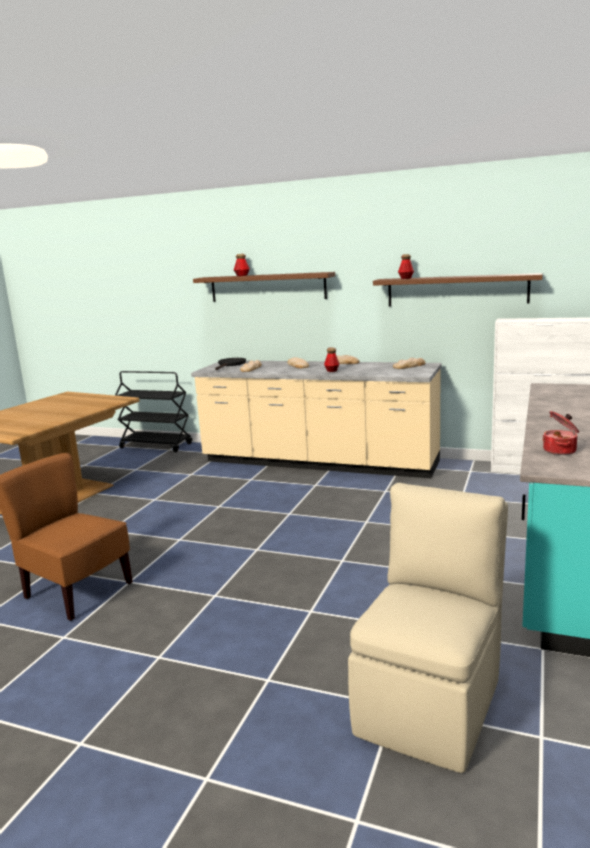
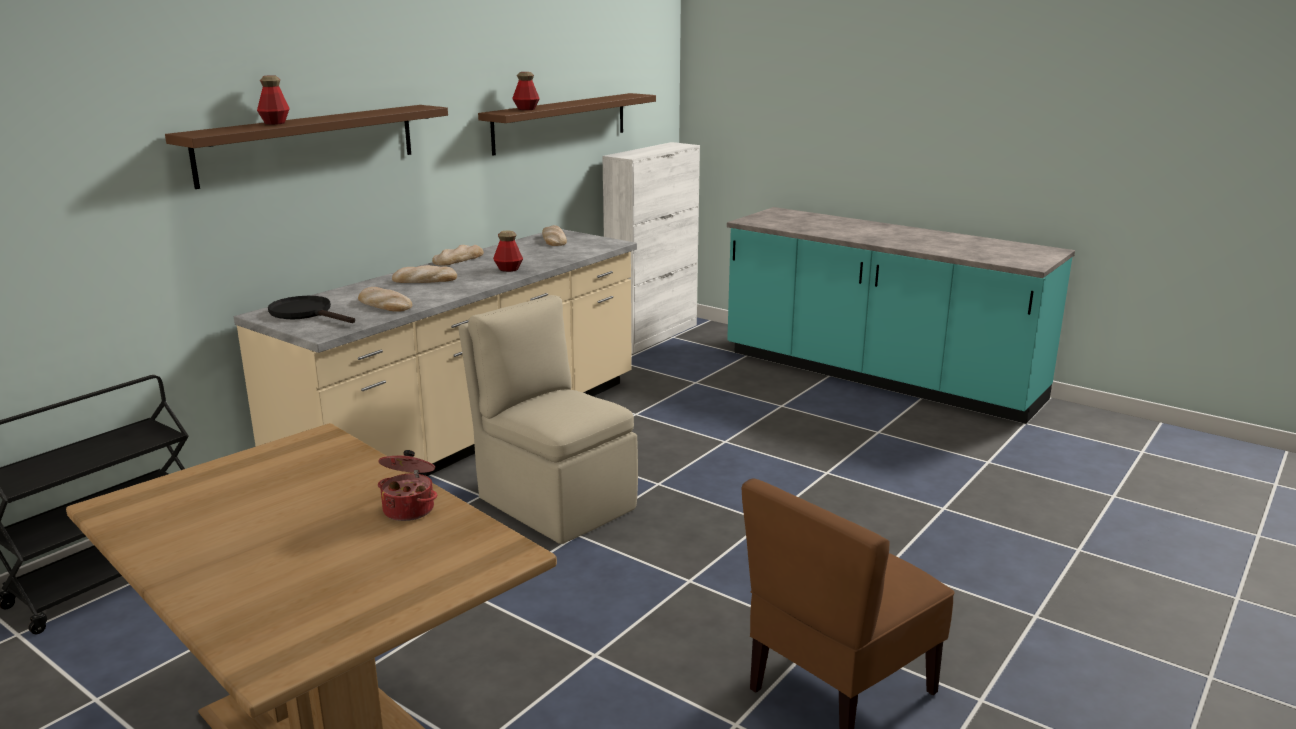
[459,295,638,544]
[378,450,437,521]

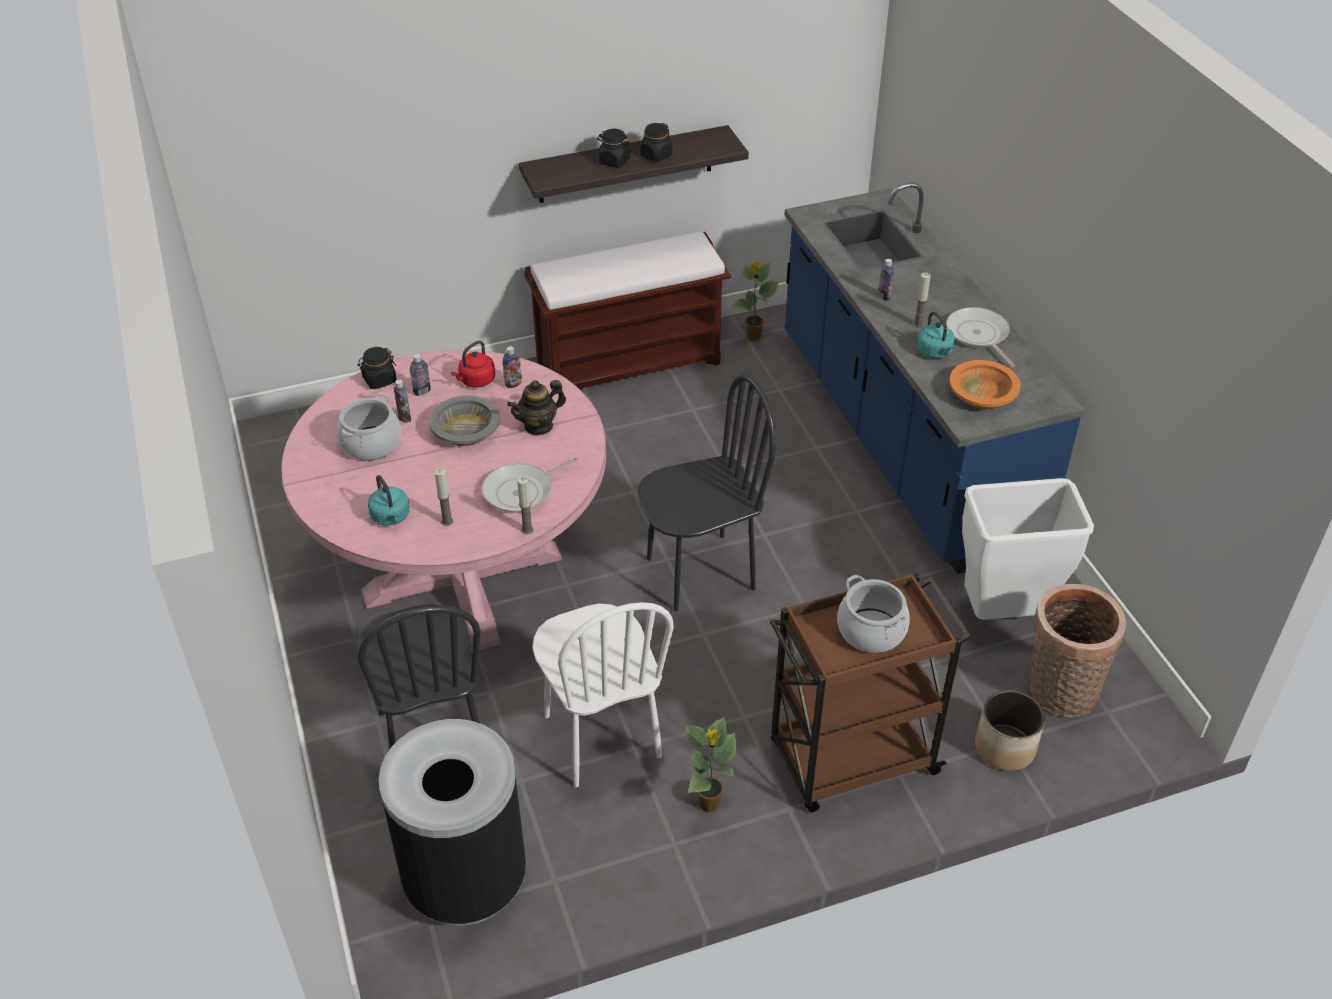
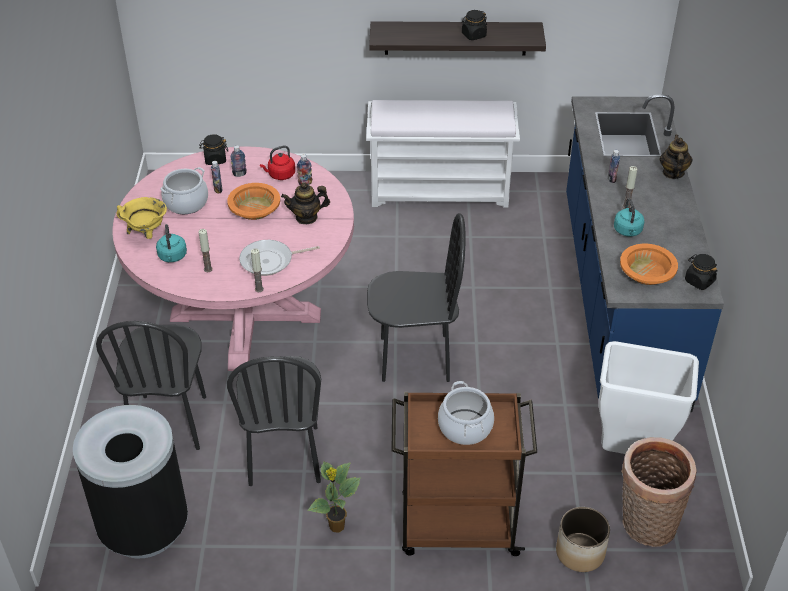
[227,183,280,220]
[366,100,520,208]
[227,356,321,486]
[685,254,718,290]
[732,262,779,341] (first image)
[946,307,1015,368] (first image)
[116,197,167,239]
[659,135,693,179]

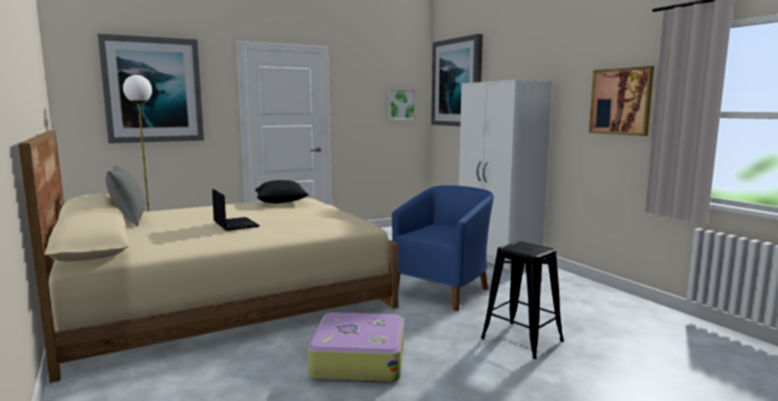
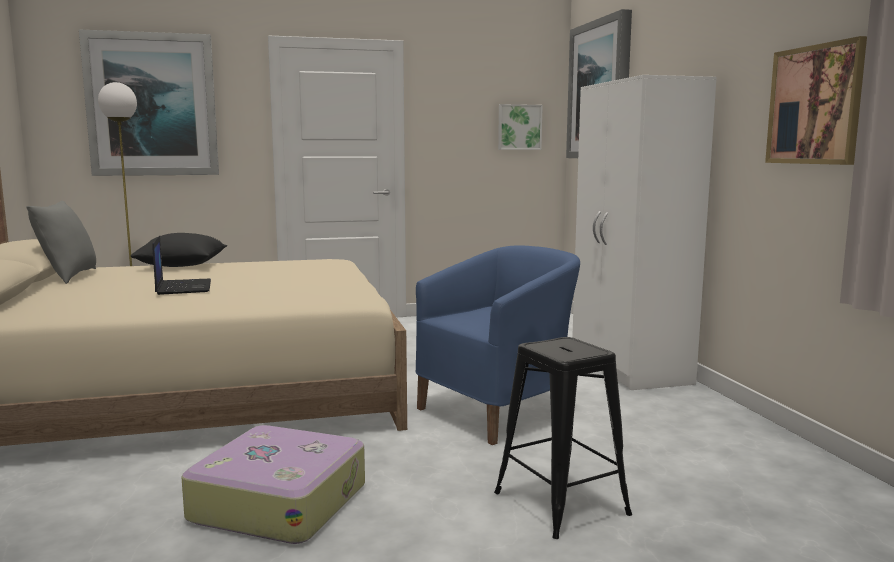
[131,233,227,267]

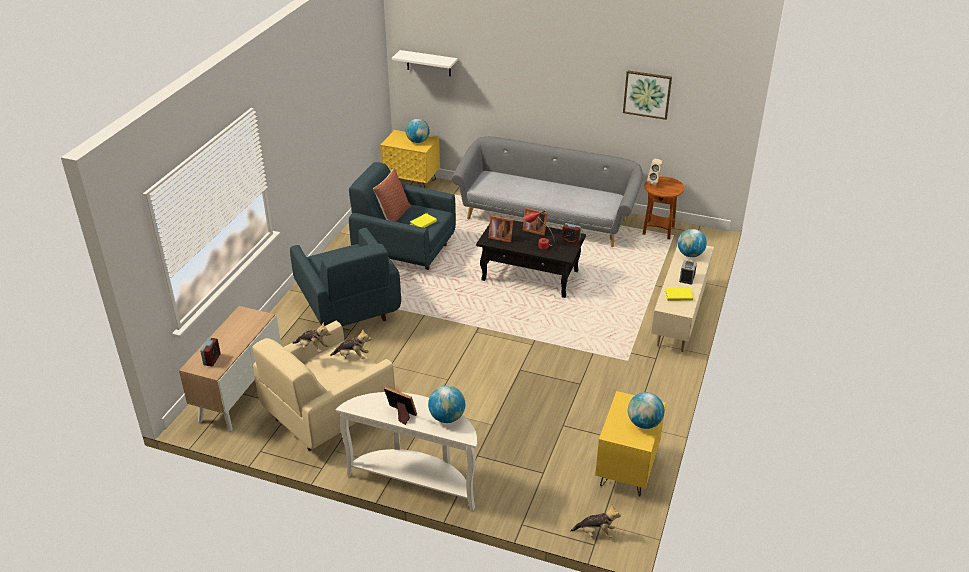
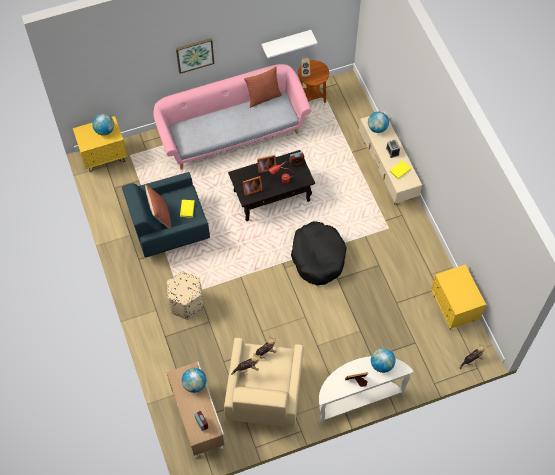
[167,271,203,320]
[262,30,318,58]
[153,64,311,170]
[176,38,214,74]
[182,368,206,393]
[244,67,282,108]
[291,221,347,285]

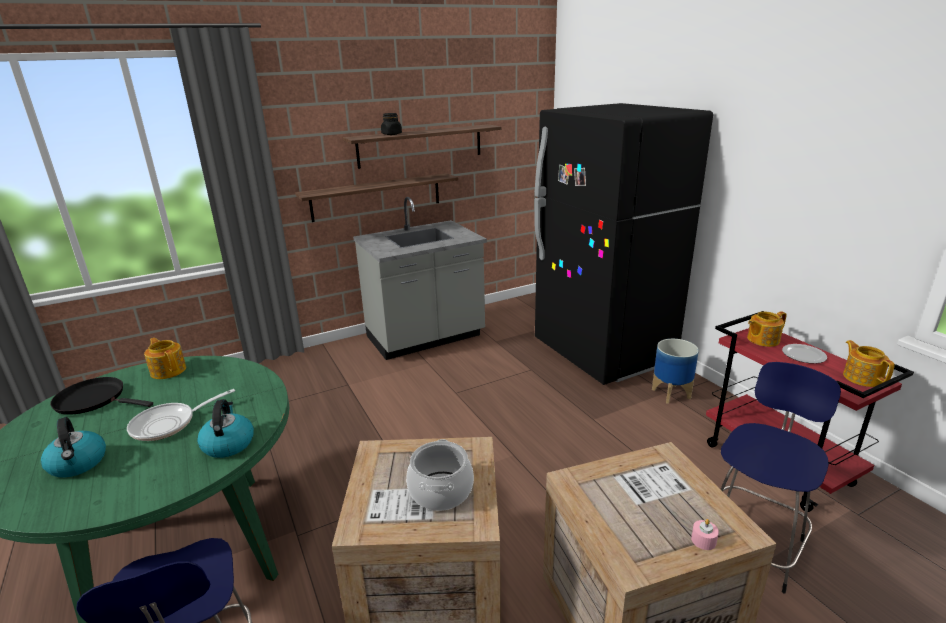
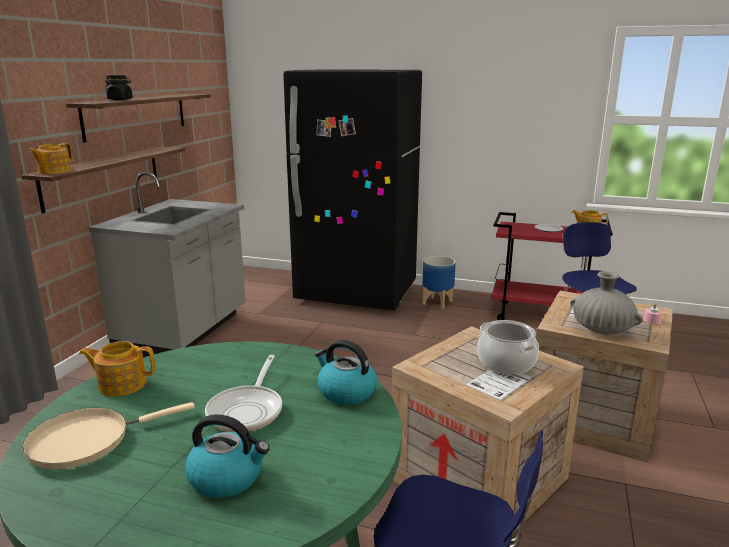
[22,402,195,469]
[29,143,72,174]
[570,271,643,334]

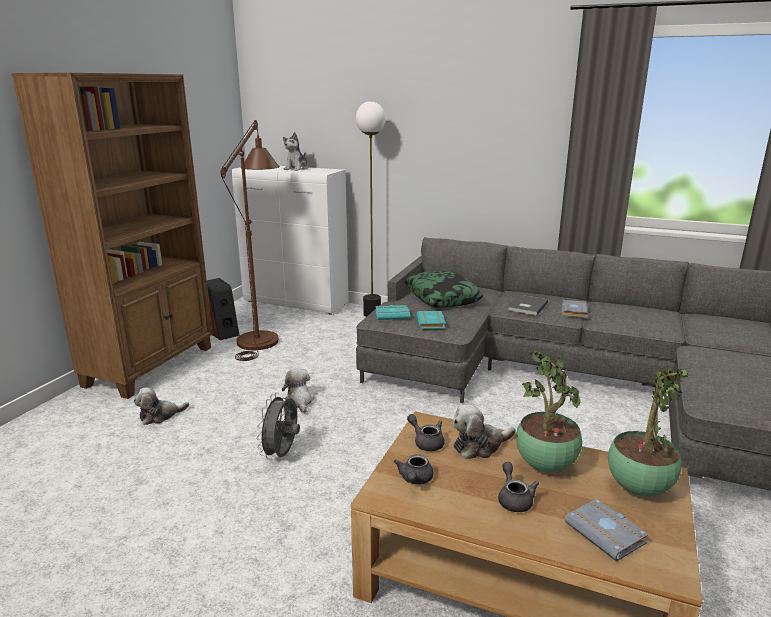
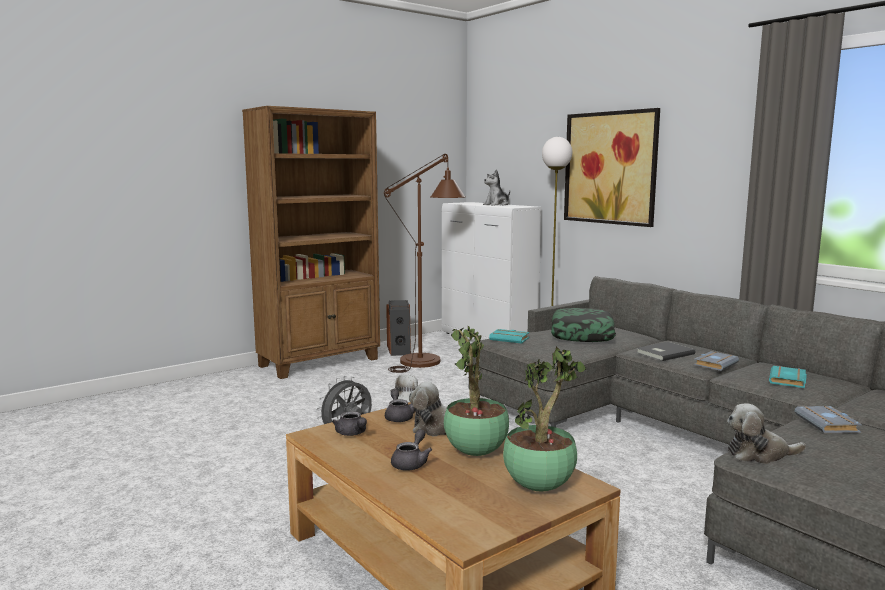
[727,403,806,464]
[332,411,367,436]
[769,366,807,388]
[795,406,862,433]
[564,108,660,227]

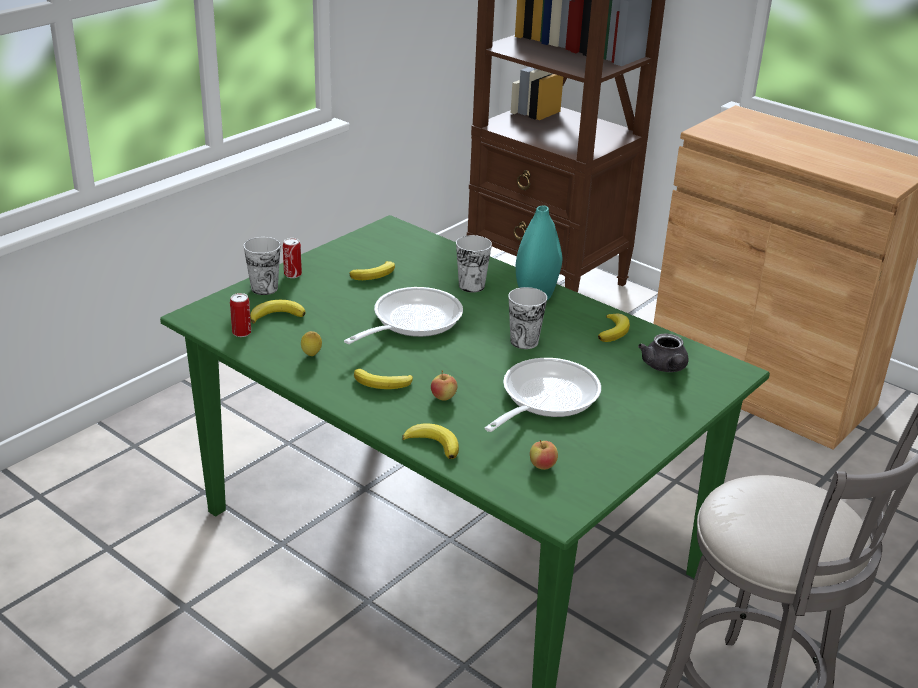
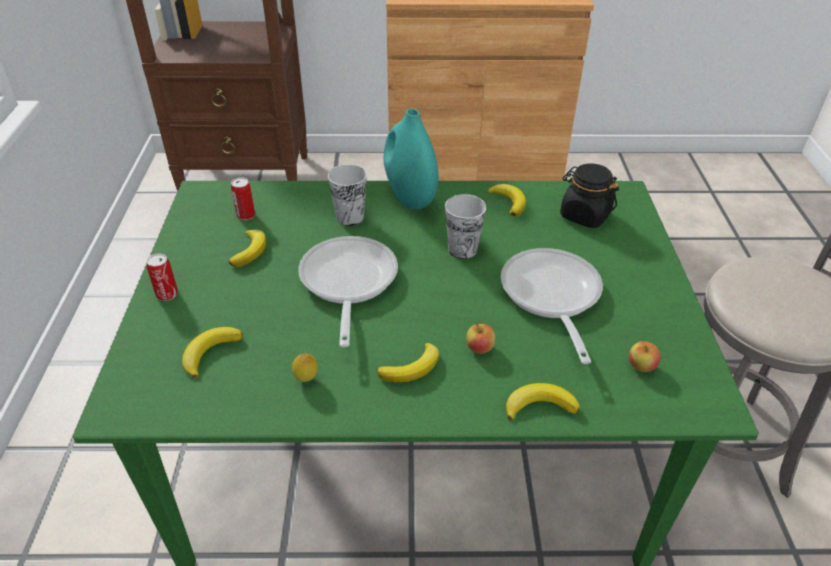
[231,177,255,220]
[244,237,281,295] (first image)
[560,163,619,228]

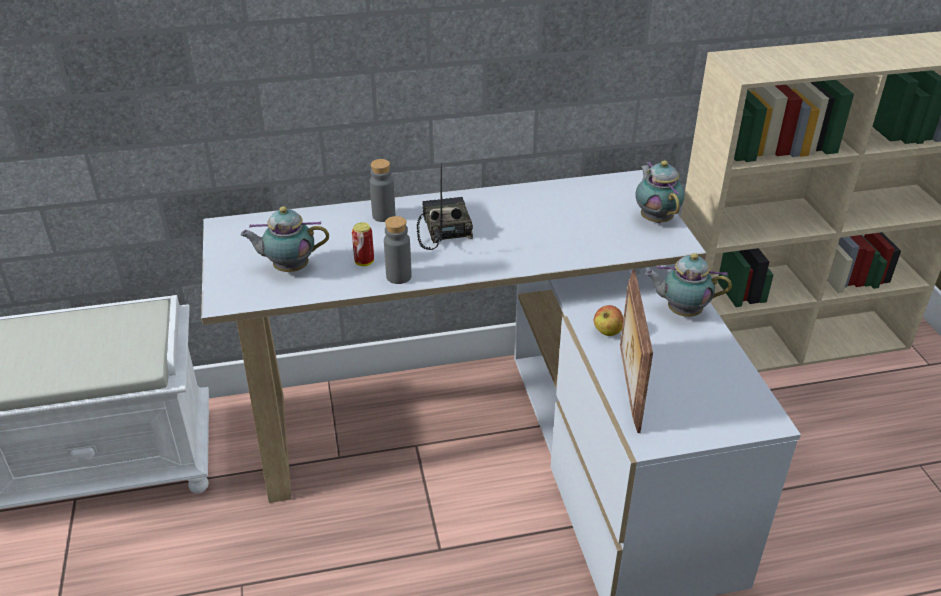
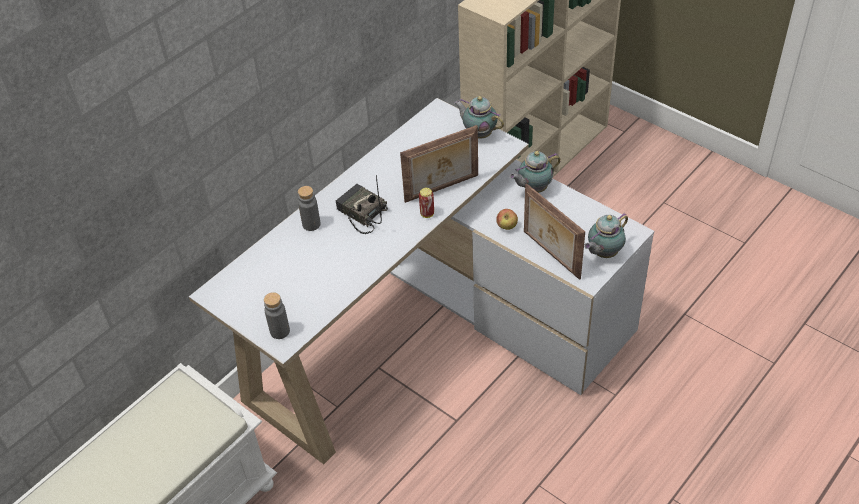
[584,213,628,258]
[419,188,434,218]
[264,292,290,339]
[400,125,478,203]

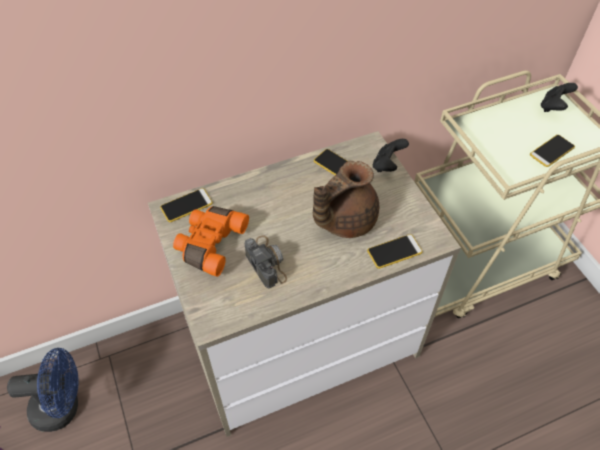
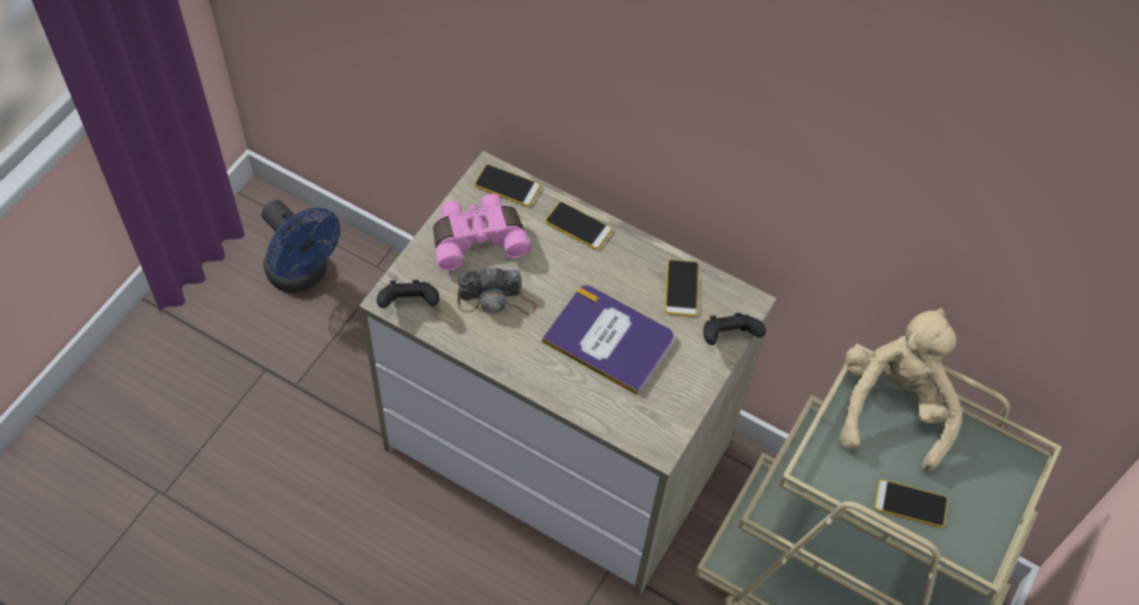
[433,194,531,271]
[458,267,537,314]
[542,285,674,395]
[545,202,612,250]
[377,280,439,308]
[840,308,962,472]

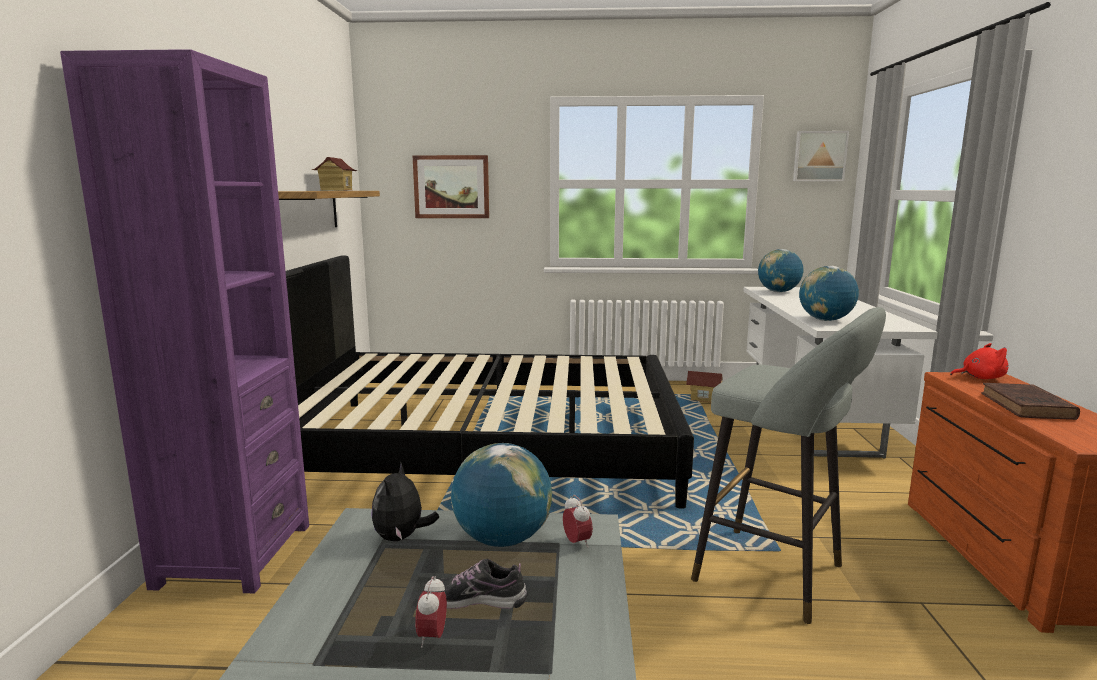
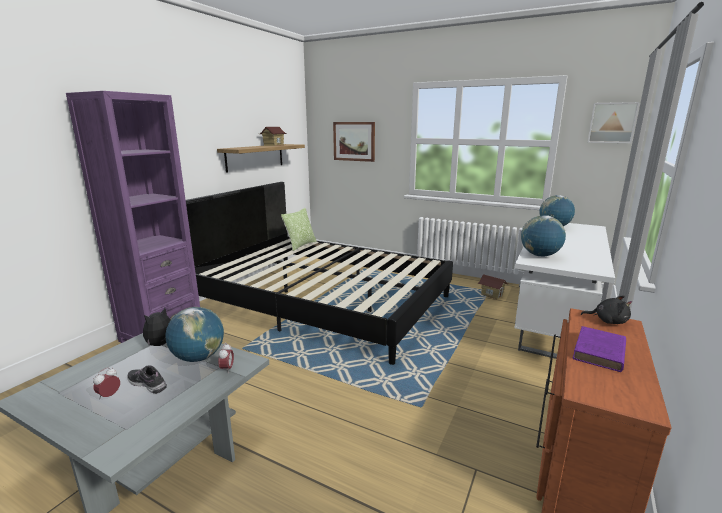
[691,307,886,624] (first image)
[581,295,632,324]
[572,326,626,372]
[281,208,317,251]

